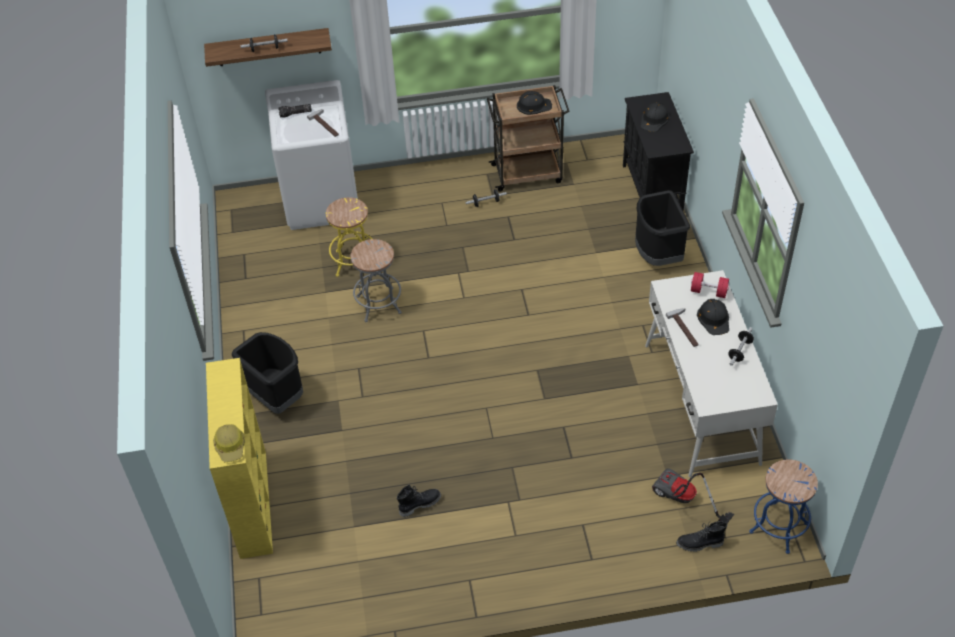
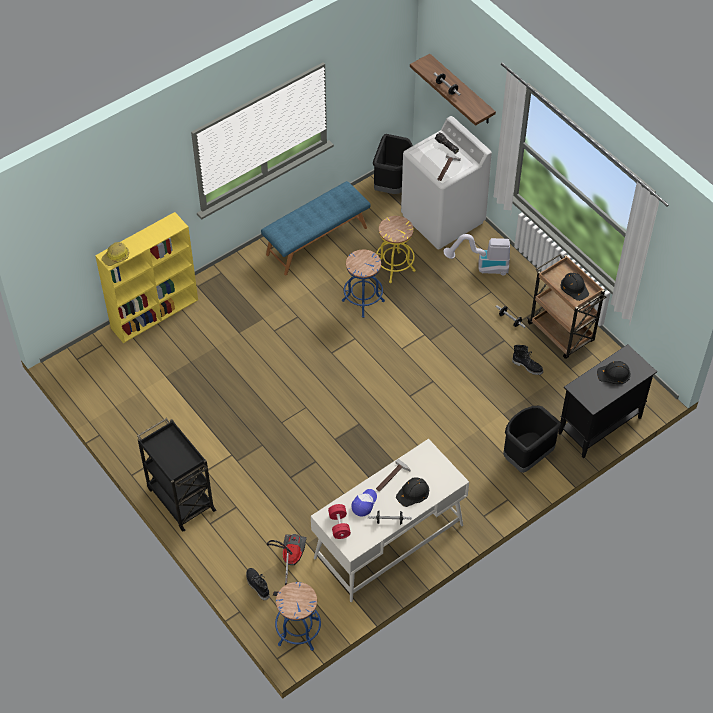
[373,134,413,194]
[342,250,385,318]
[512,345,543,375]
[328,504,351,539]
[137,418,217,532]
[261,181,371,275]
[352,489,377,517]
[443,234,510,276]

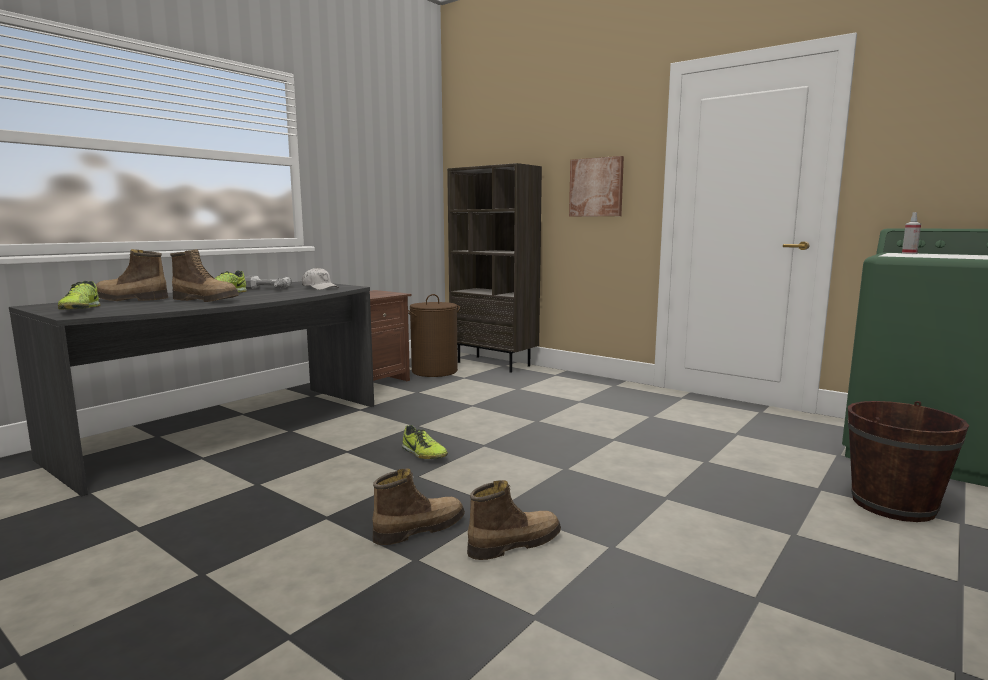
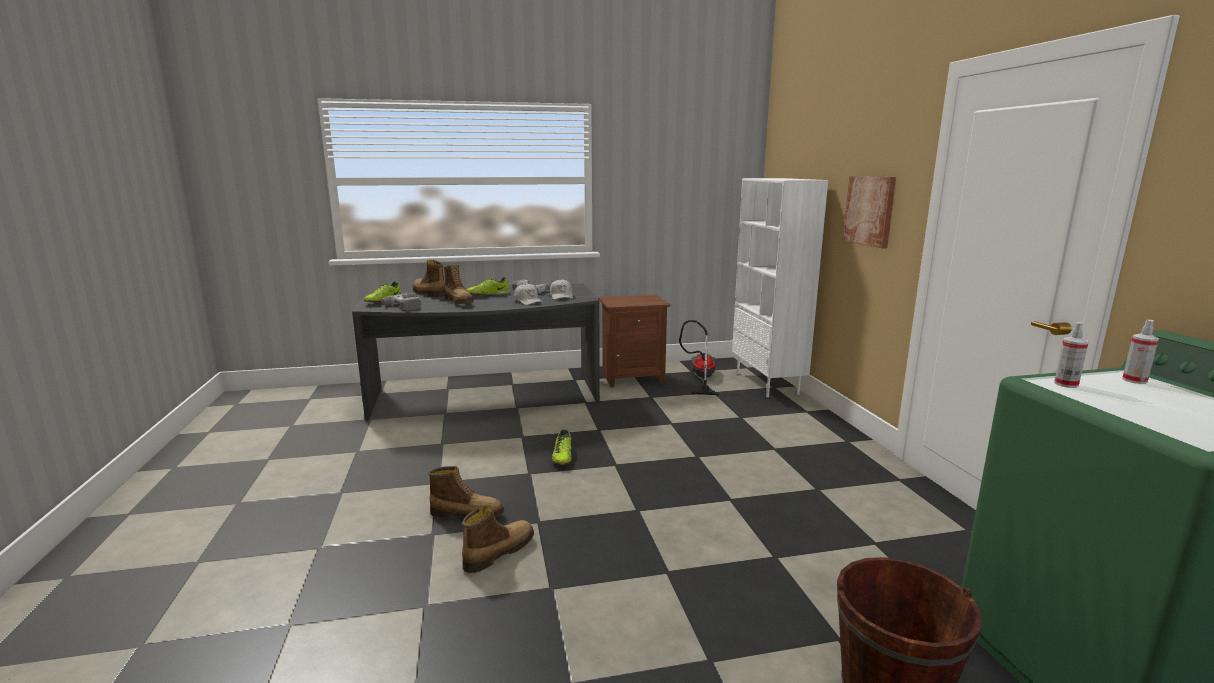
[679,320,719,395]
[732,178,828,397]
[462,505,534,573]
[381,294,422,311]
[514,283,543,305]
[1054,322,1089,388]

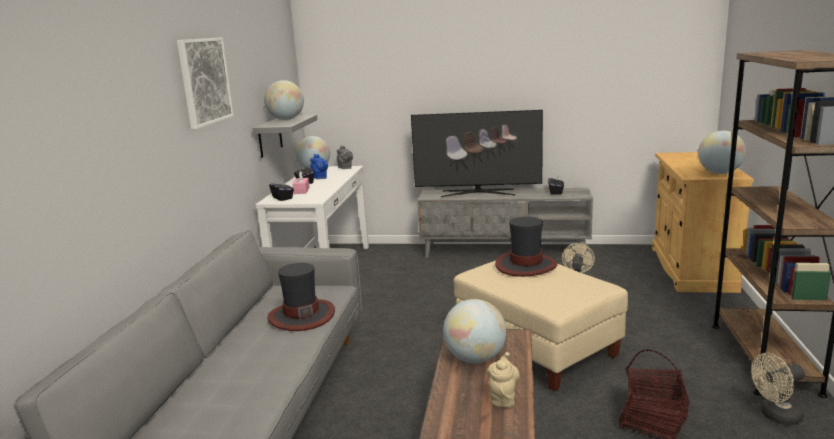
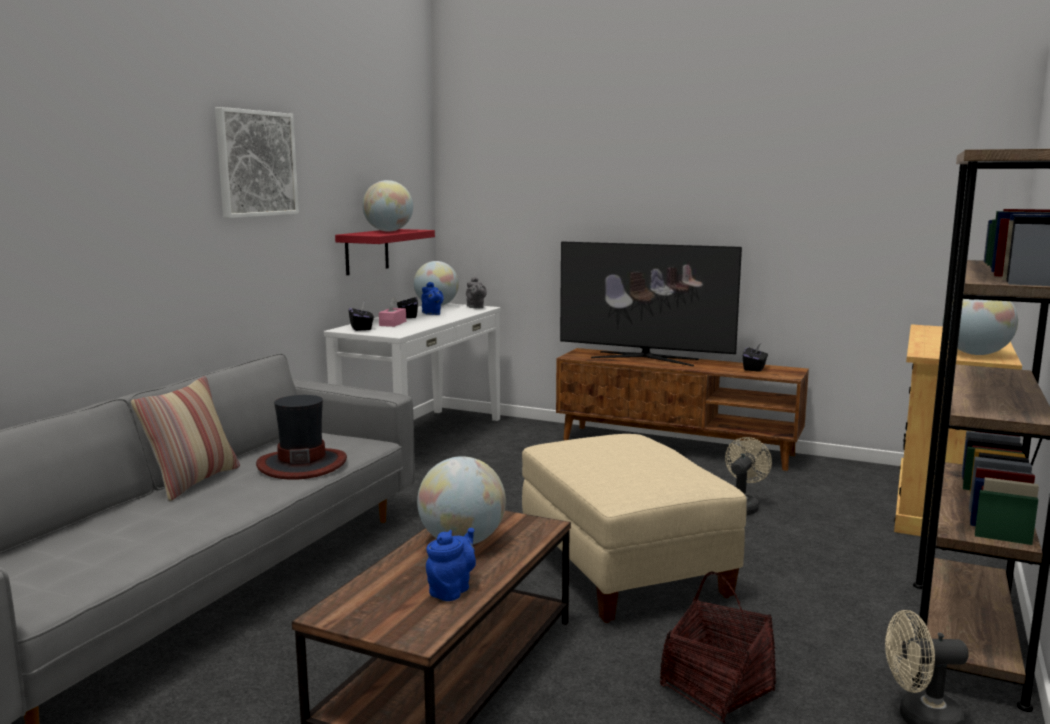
[335,229,435,275]
[556,348,809,471]
[426,528,476,601]
[495,217,557,277] (first image)
[131,376,240,501]

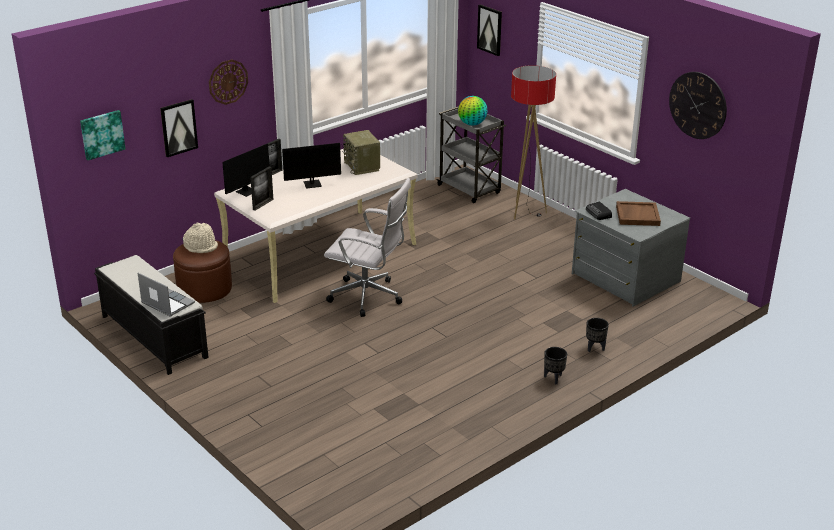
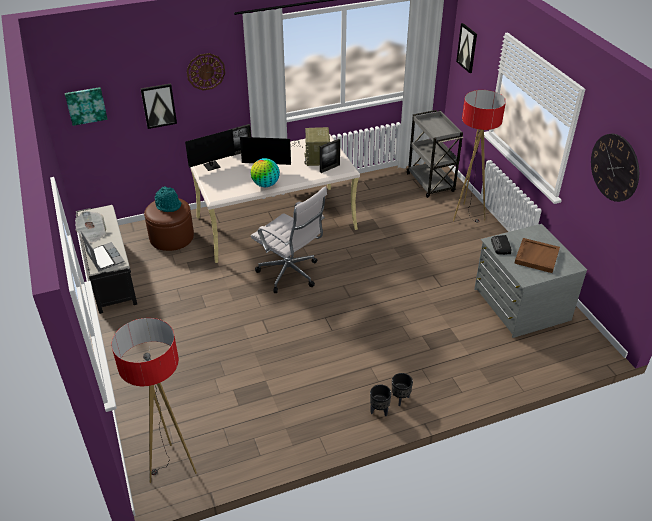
[155,186,181,212]
[320,139,340,173]
[251,158,280,187]
[370,384,392,416]
[75,211,107,243]
[111,318,197,483]

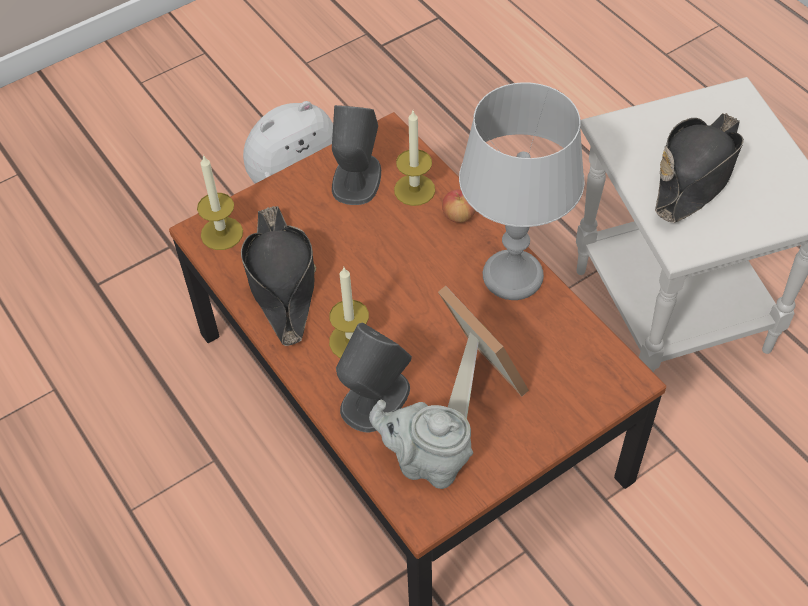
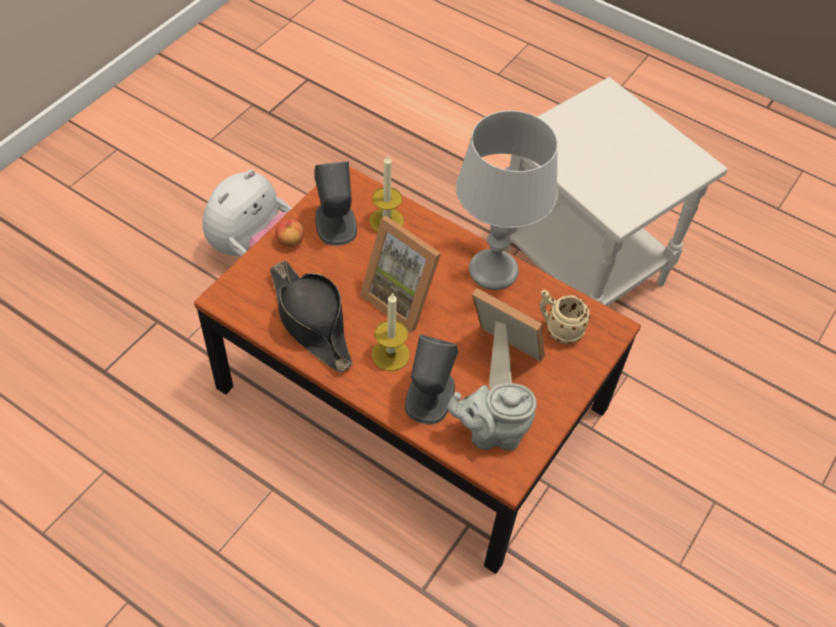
[197,155,243,250] (first image)
[275,219,304,247]
[655,113,744,223] (first image)
[360,216,441,333]
[540,290,590,344]

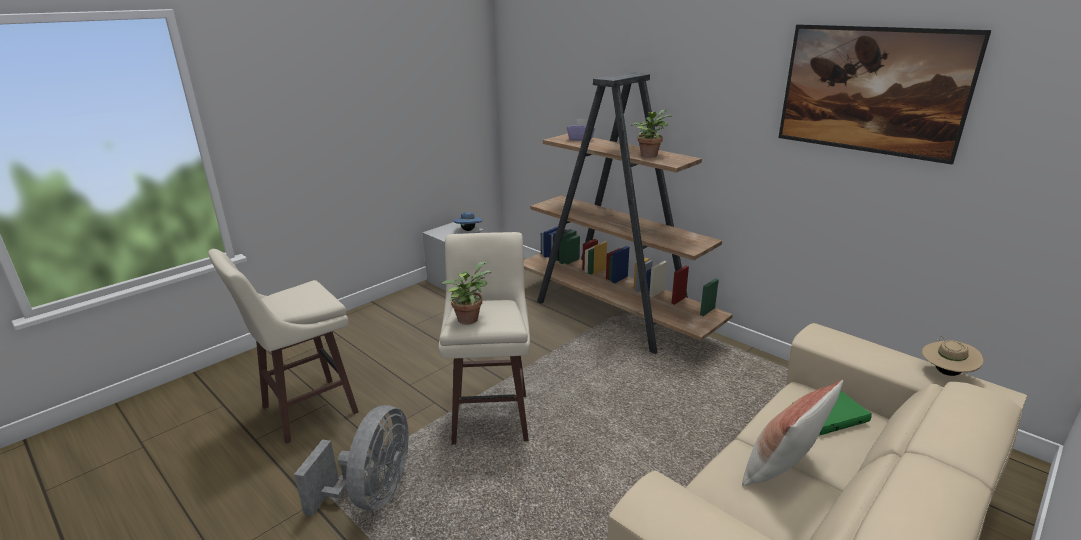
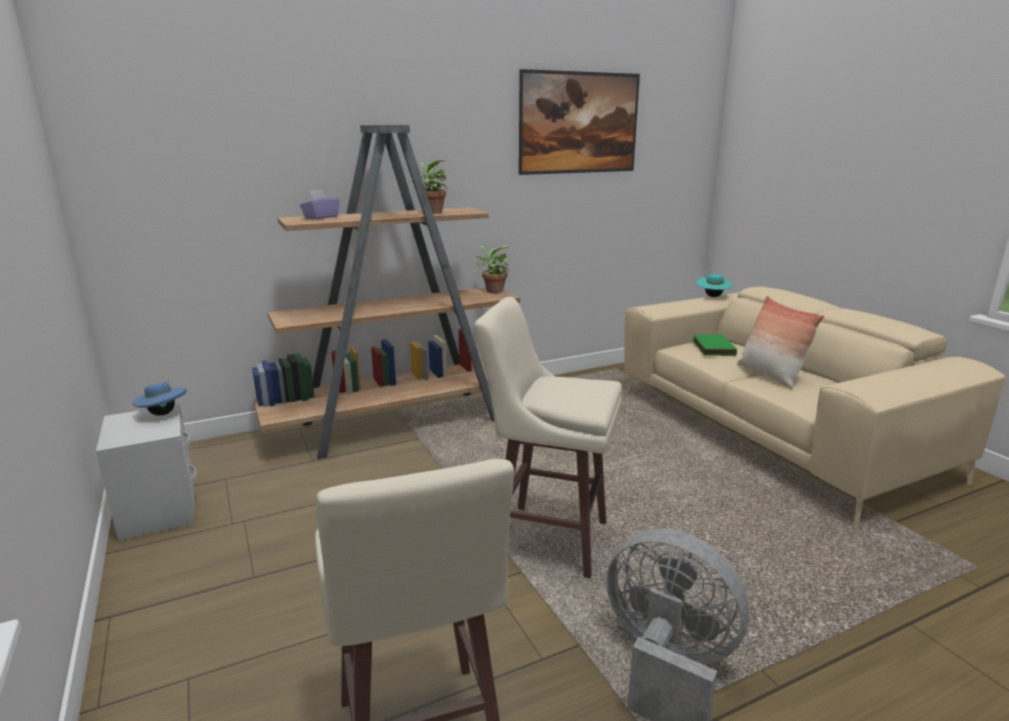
[476,245,510,293]
[696,274,732,297]

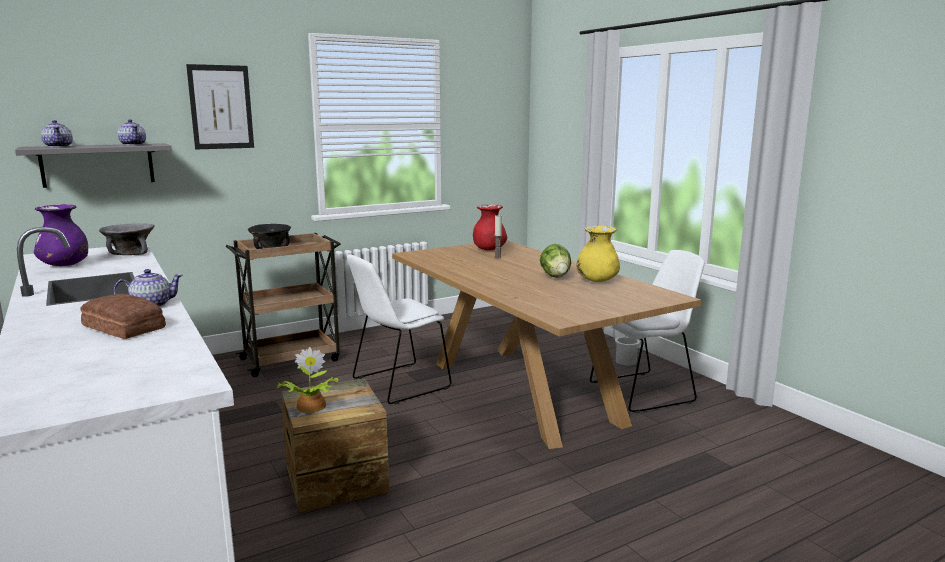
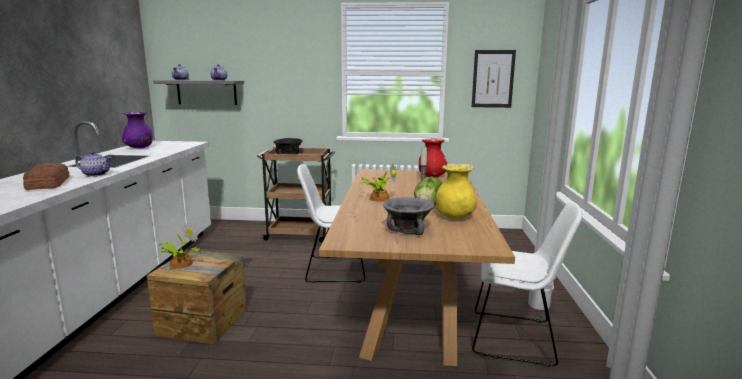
[383,197,435,235]
[472,50,516,108]
[361,163,397,202]

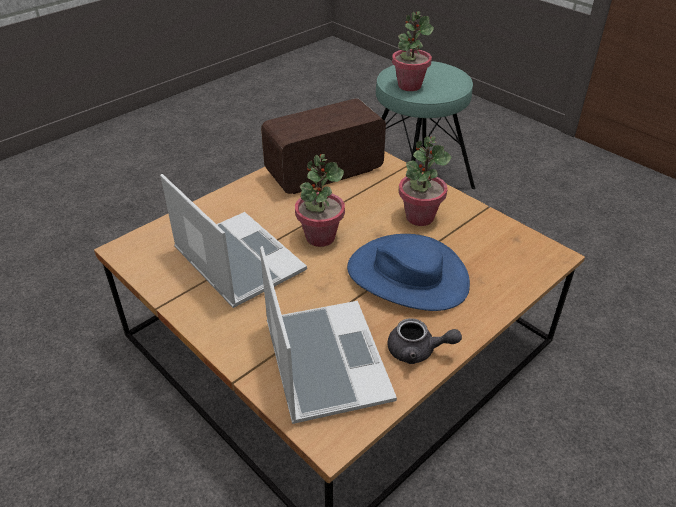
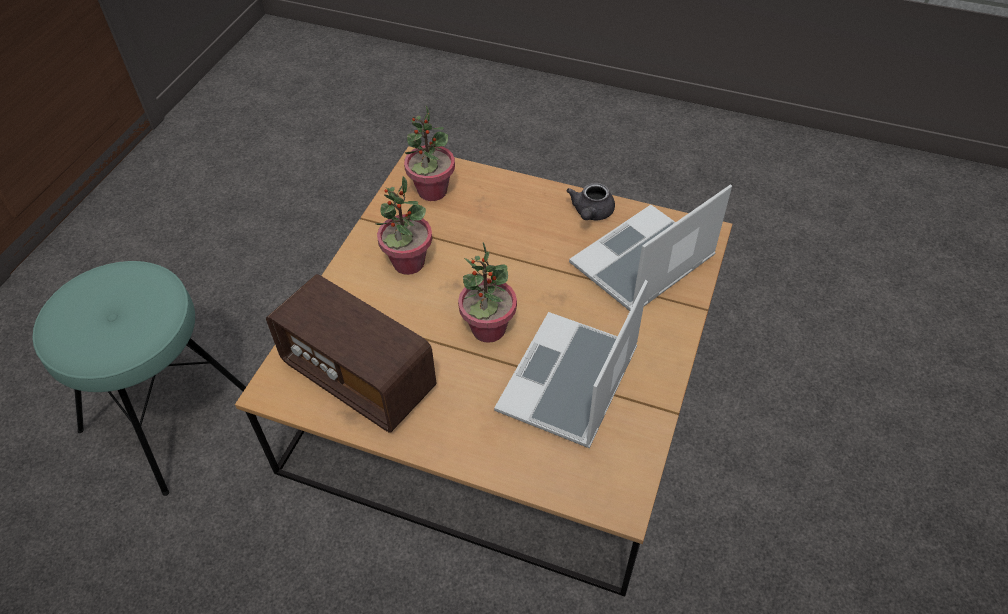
[347,234,470,311] (first image)
[566,183,615,220]
[404,106,455,201]

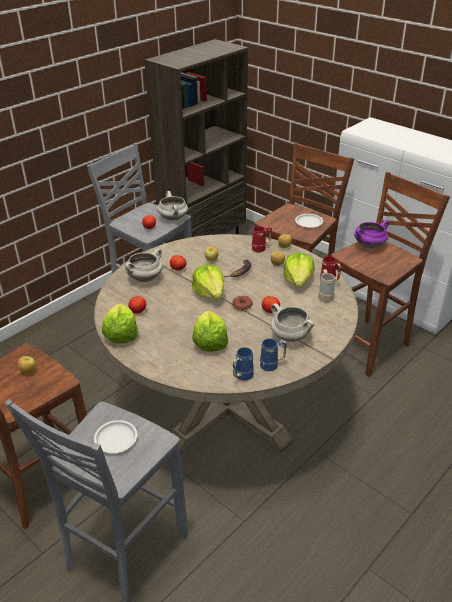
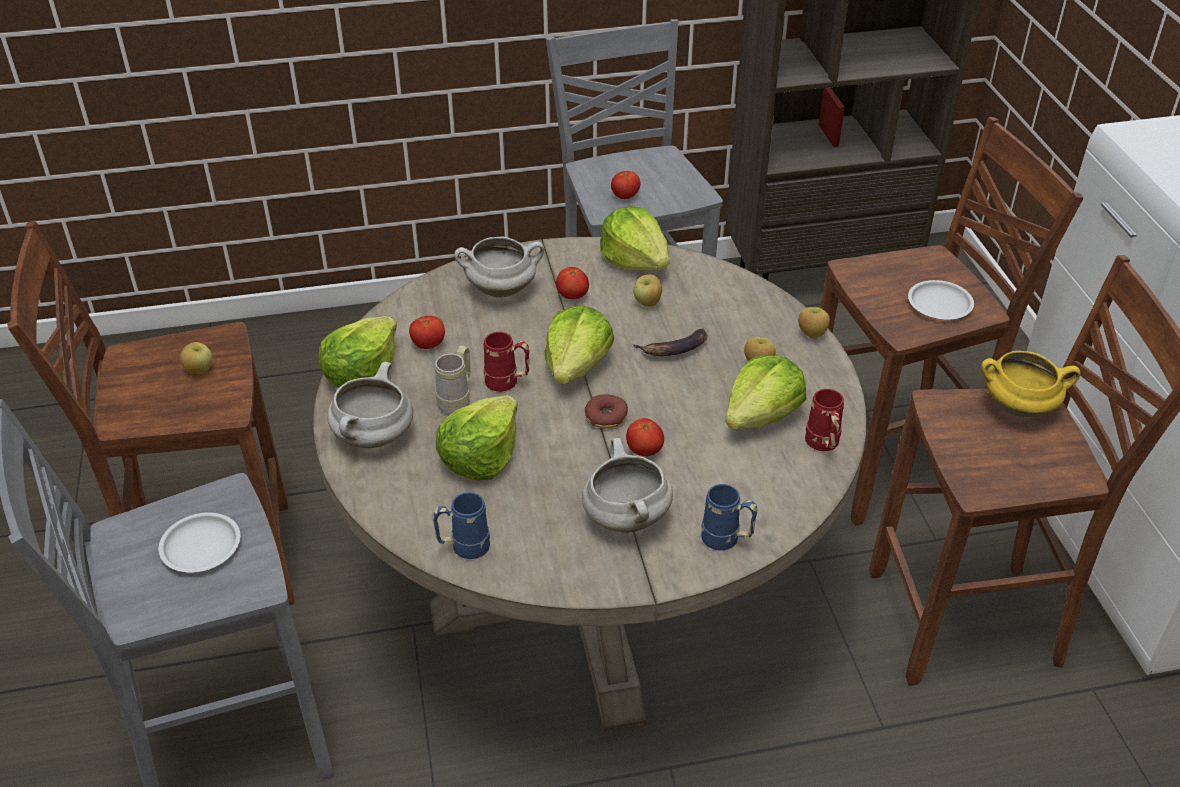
[327,362,413,448]
[484,332,530,392]
[701,484,758,550]
[435,346,471,414]
[981,351,1081,418]
[600,206,670,271]

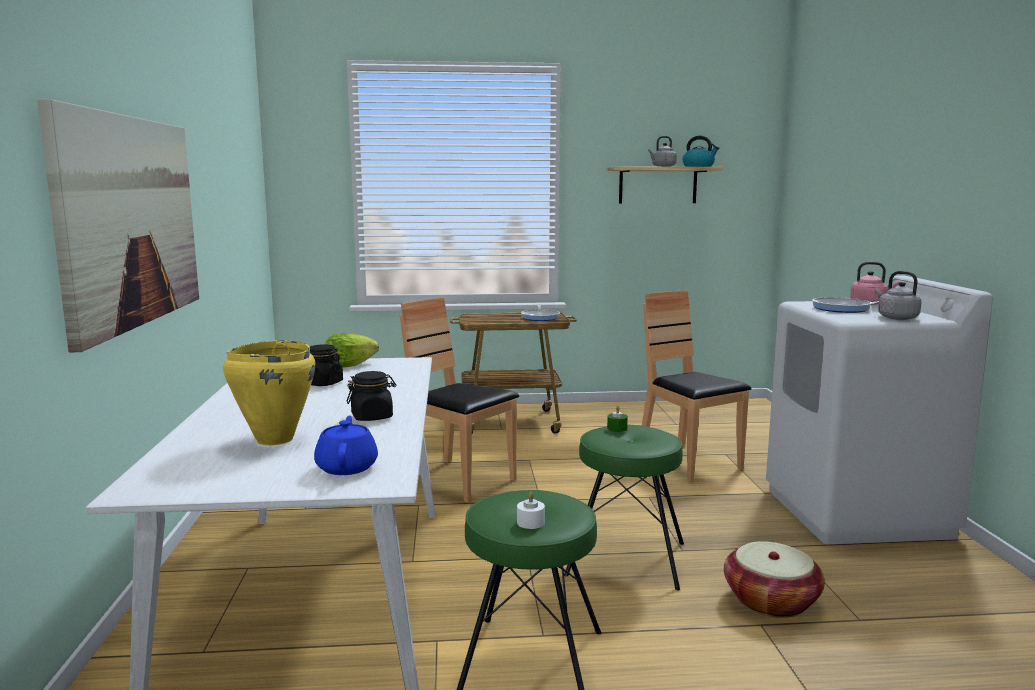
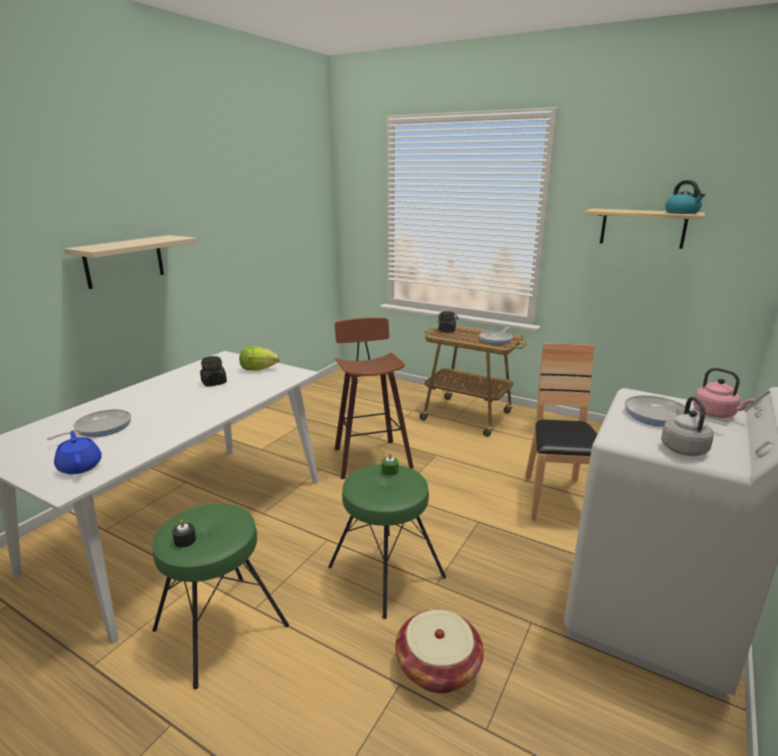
[64,235,197,289]
[47,409,131,440]
[54,431,102,474]
[437,311,458,332]
[335,318,414,479]
[172,520,196,548]
[648,136,677,167] (first image)

